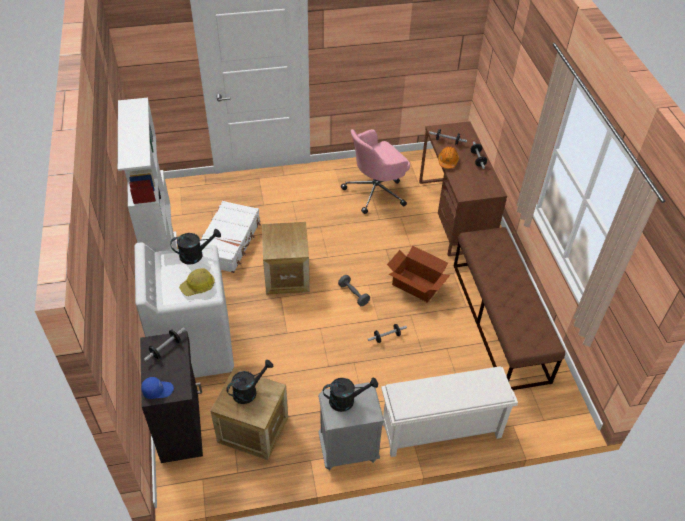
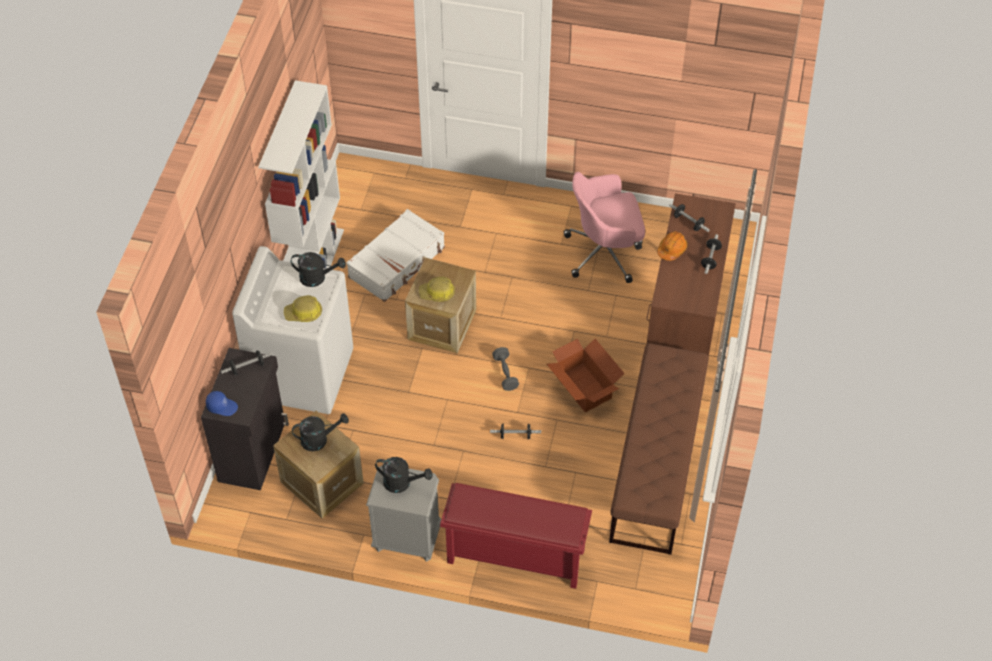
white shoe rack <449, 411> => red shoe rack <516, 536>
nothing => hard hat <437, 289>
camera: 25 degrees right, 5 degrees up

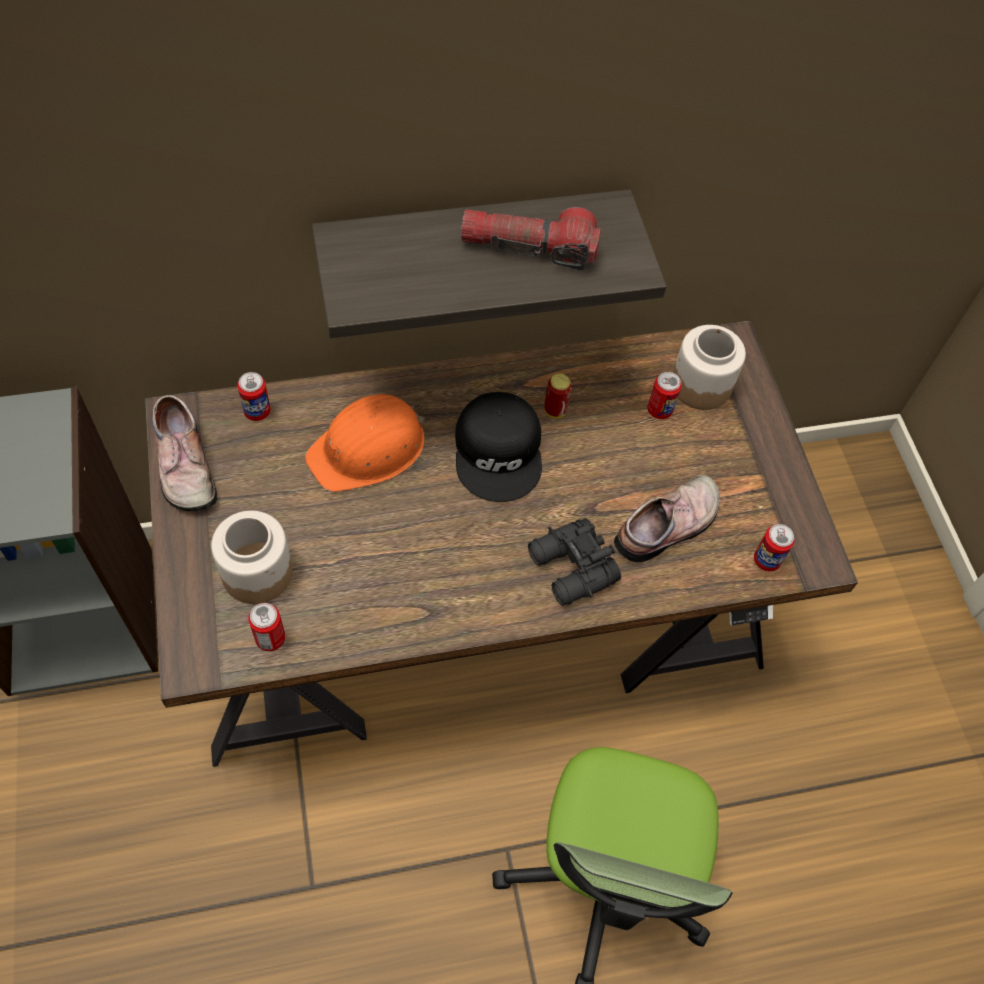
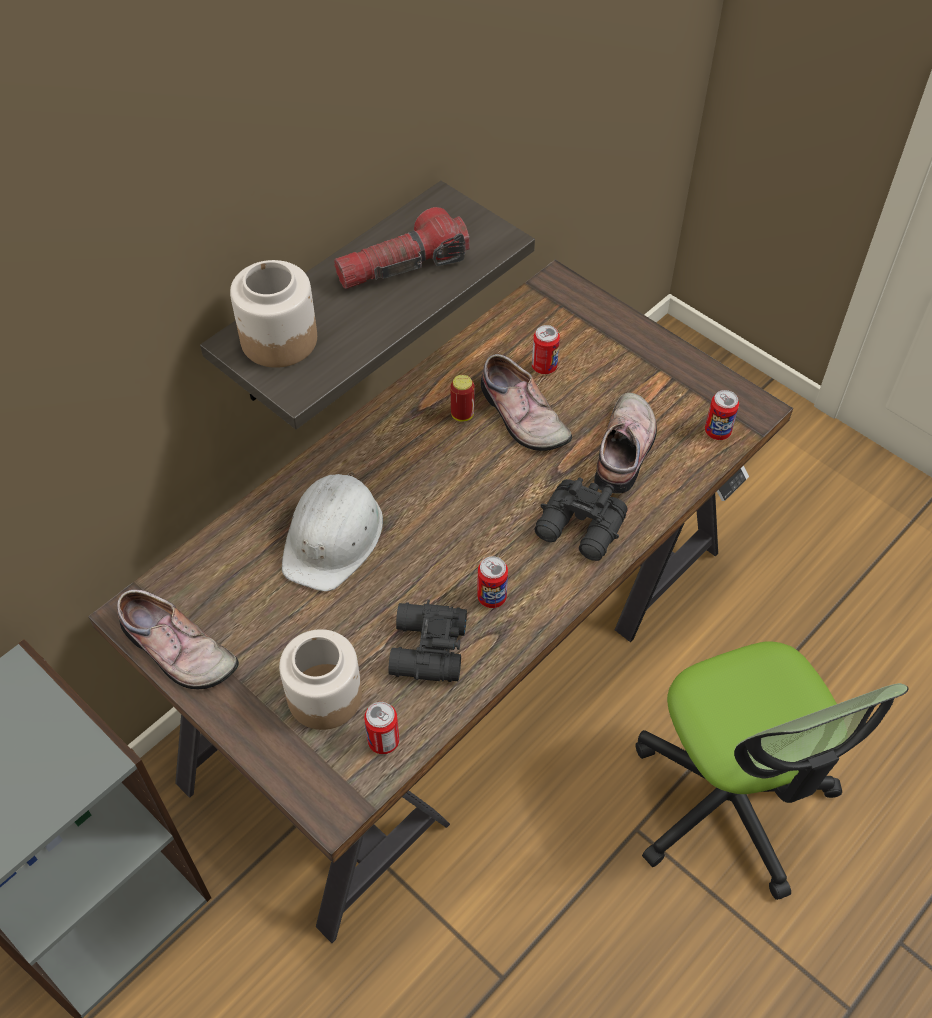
can <254, 396> => can <492, 582>, moved
orange hard hat <364, 443> => white hard hat <332, 531>
black cap <498, 447> => nothing
jar <709, 367> => jar <273, 314>, moved
nothing => black binoculars <427, 641>
nothing => shoe <526, 402>
camera: 30 degrees left, 5 degrees down

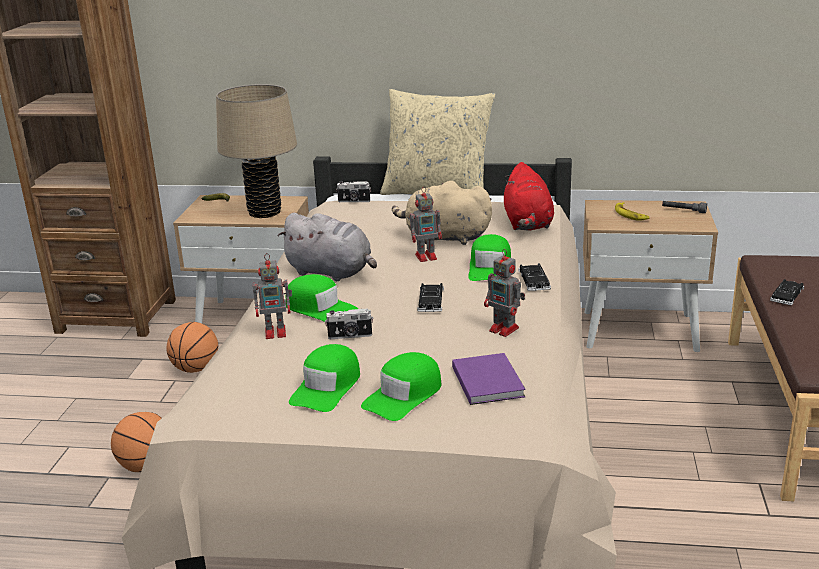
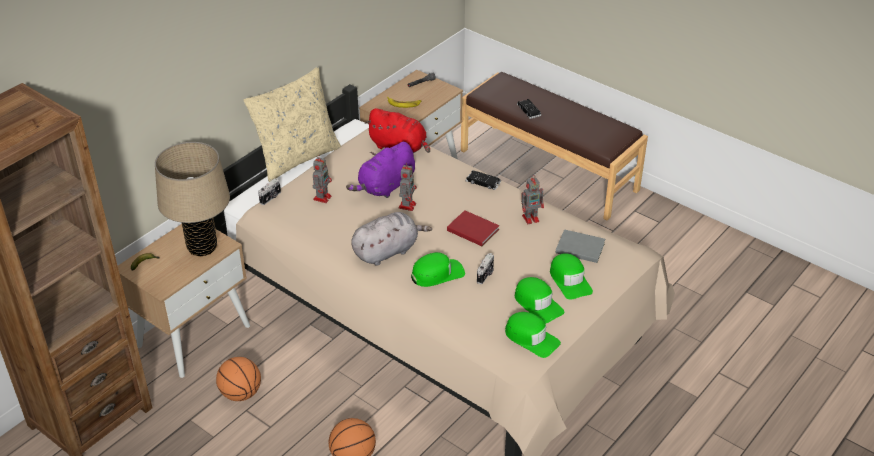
toy robot <272, 296> => toy robot <322, 179>, moved
beige plush toy <442, 213> => purple plush toy <380, 170>
black toy car <430, 297> => red book <473, 228>
purple book <489, 379> => grey book <580, 246>
green cap <489, 257> => green cap <533, 335>, moved
camera: 60 degrees left, 15 degrees up

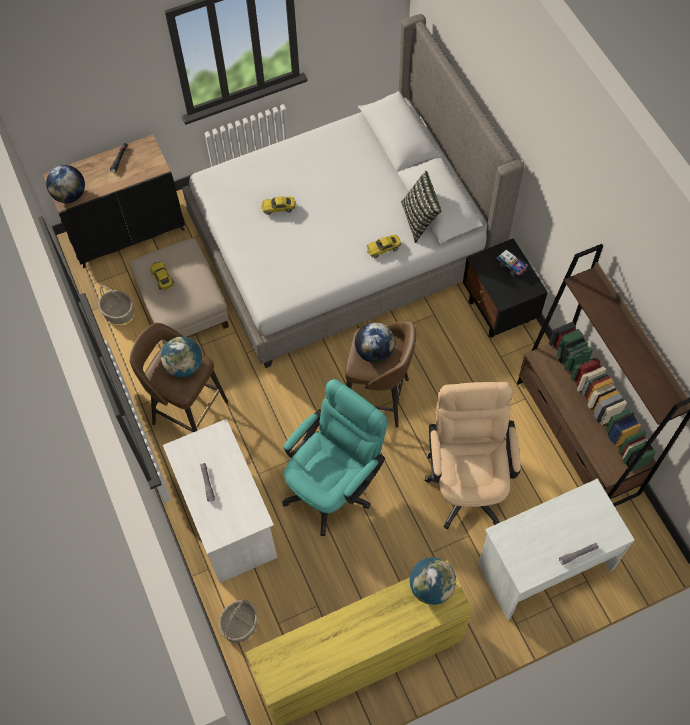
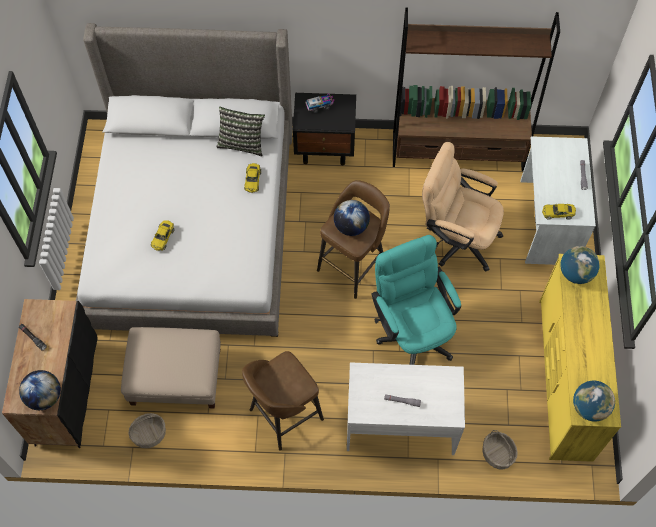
yellow toy car <162, 276> => yellow toy car <559, 211>, moved
globe <181, 357> => globe <594, 401>, moved
camera: 65 degrees left, 0 degrees up

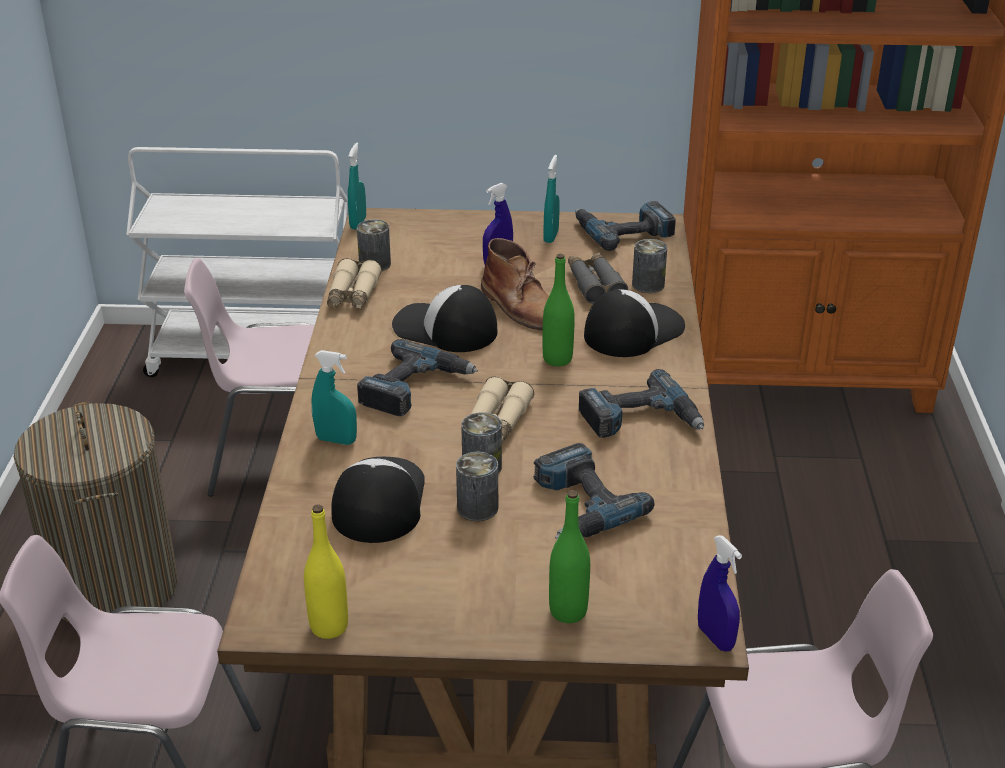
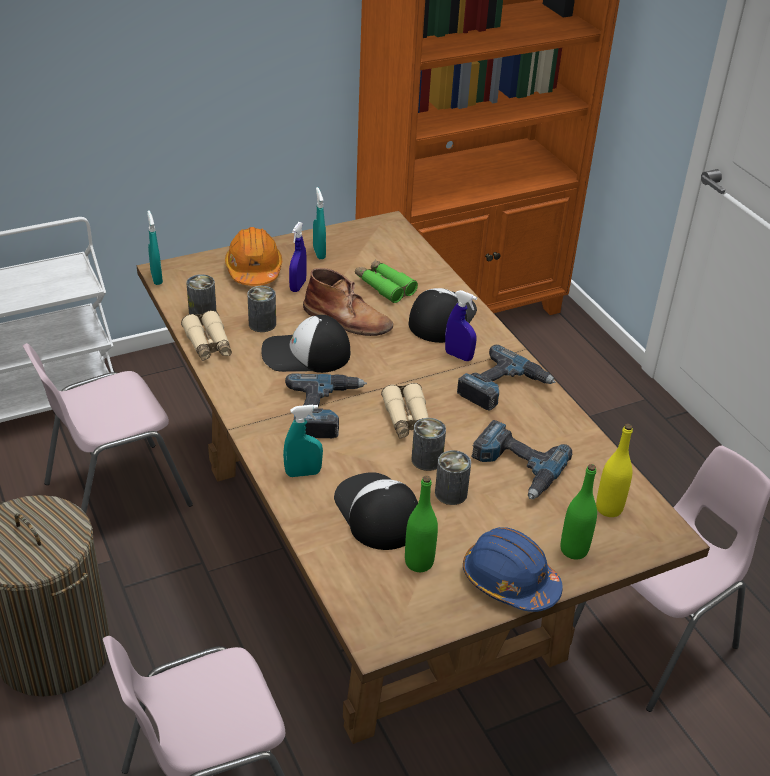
yellow bottle <326, 572> => yellow bottle <614, 470>, moved
green bottle <559, 310> => green bottle <421, 524>, moved
grey binoculars <598, 278> => green binoculars <386, 281>
power drill <625, 226> => nothing
can <649, 266> => can <261, 309>, moved
blue spray bottle <720, 593> => blue spray bottle <461, 325>, moved
nothing => orange hard hat <253, 256>
nothing => blue hard hat <513, 569>
camera: 30 degrees left, 5 degrees up

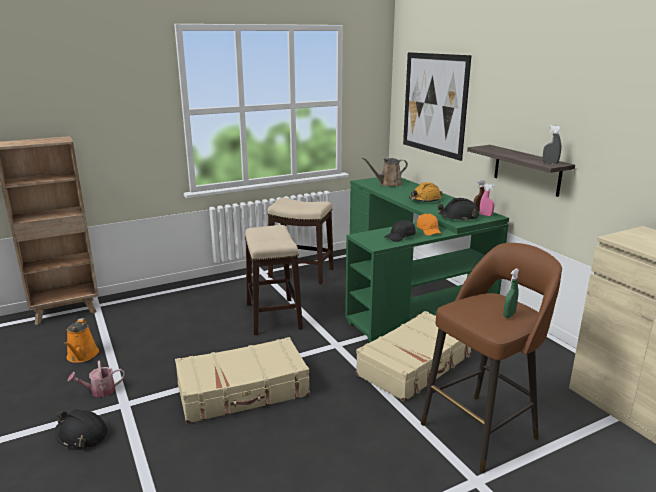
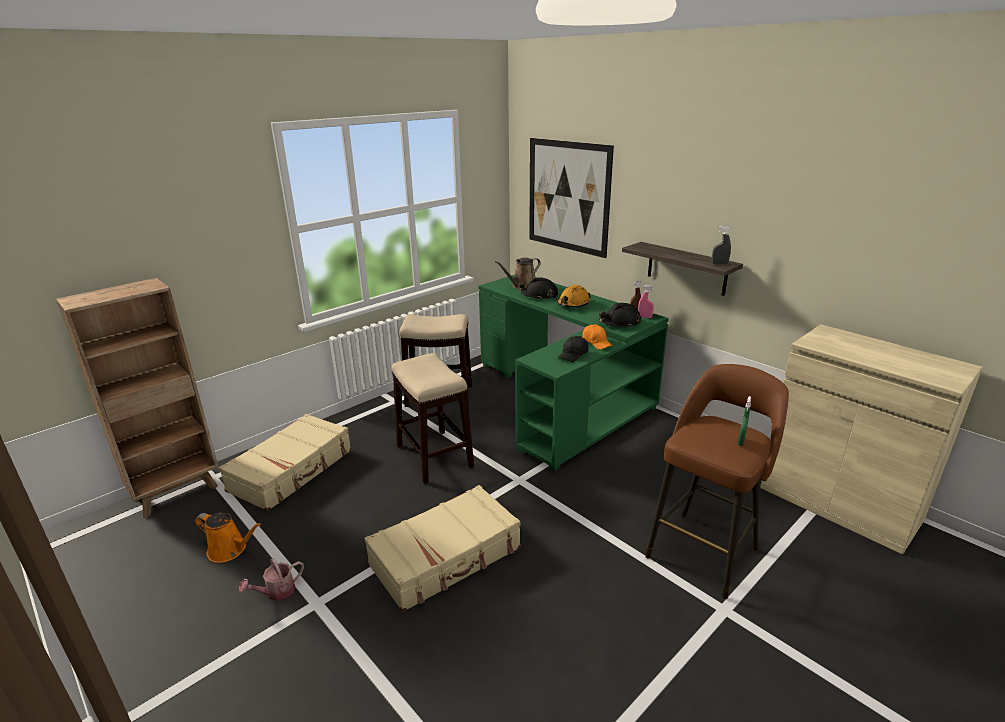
black hard hat <81, 428> => black hard hat <538, 288>, moved
orange watering can <81, 340> => orange watering can <228, 537>, 45 degrees counterclockwise
beige suitcase <413, 356> => beige suitcase <285, 462>, moved
camera: 15 degrees left, 5 degrees up

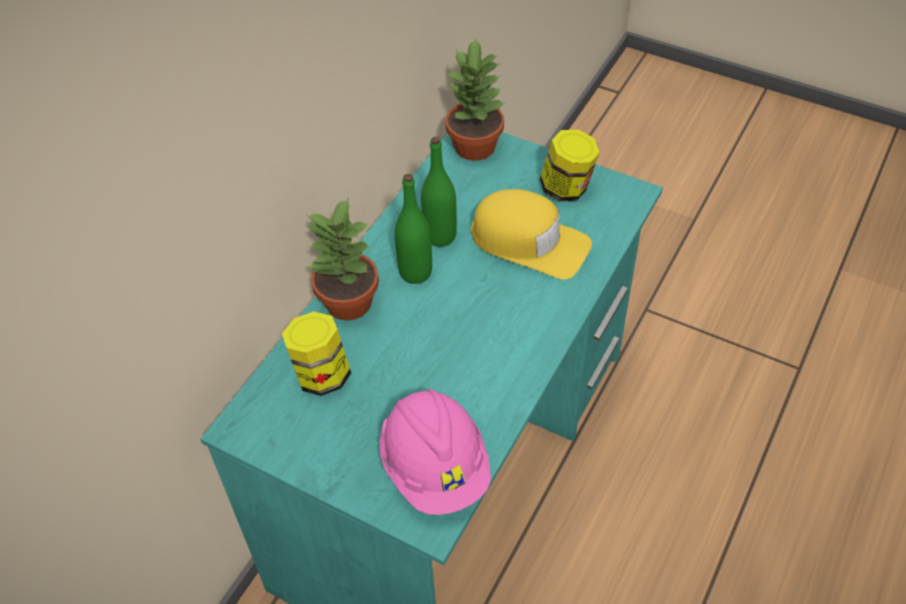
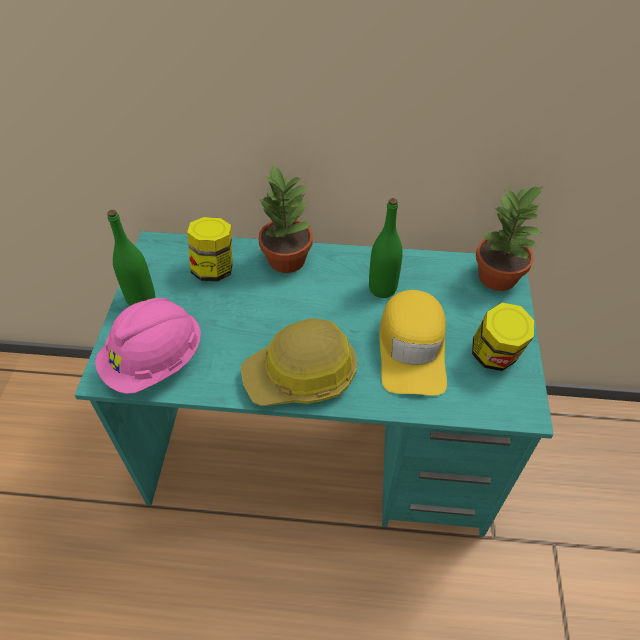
green bottle <413, 229> => green bottle <131, 258>, moved
nothing => hard hat <298, 362>
camera: 65 degrees right, 0 degrees up

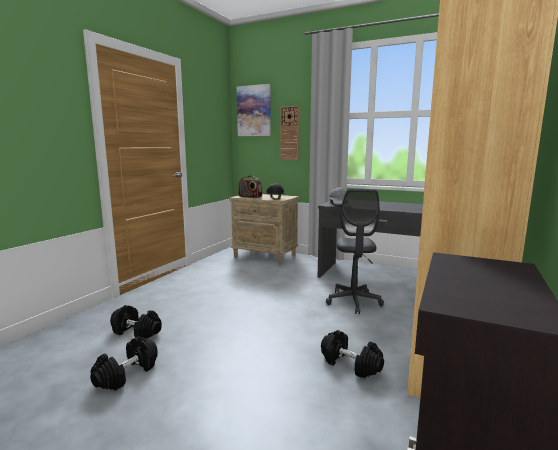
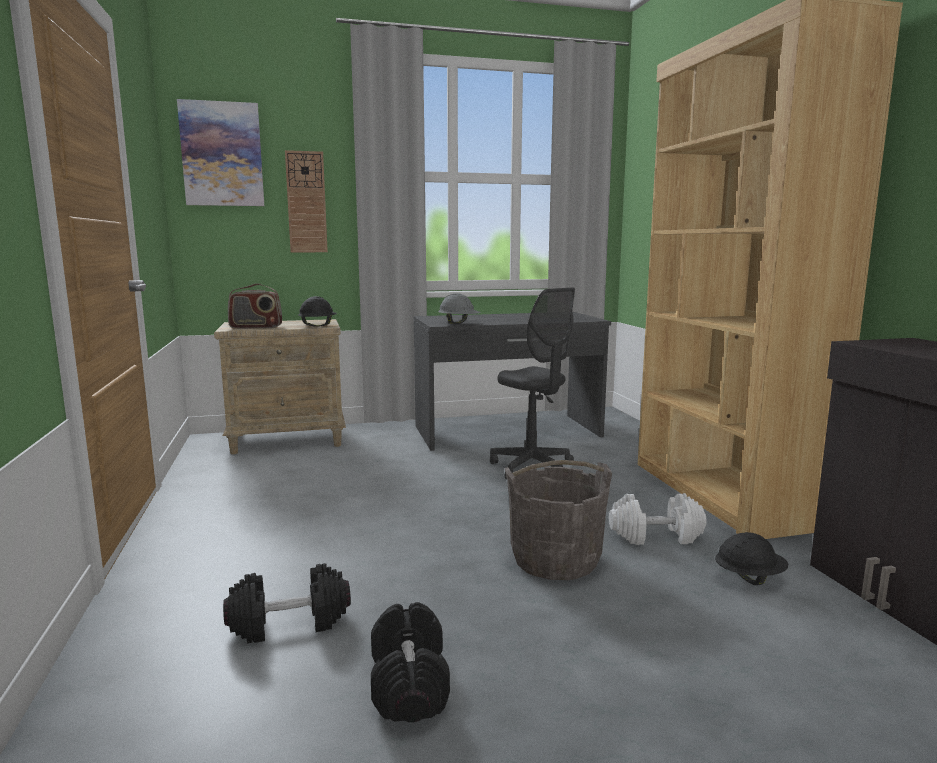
black dumbbell <352, 354> => white dumbbell <658, 519>
nothing => grey bucket <558, 520>
nothing => black hard hat <751, 558>
camera: 40 degrees left, 0 degrees up

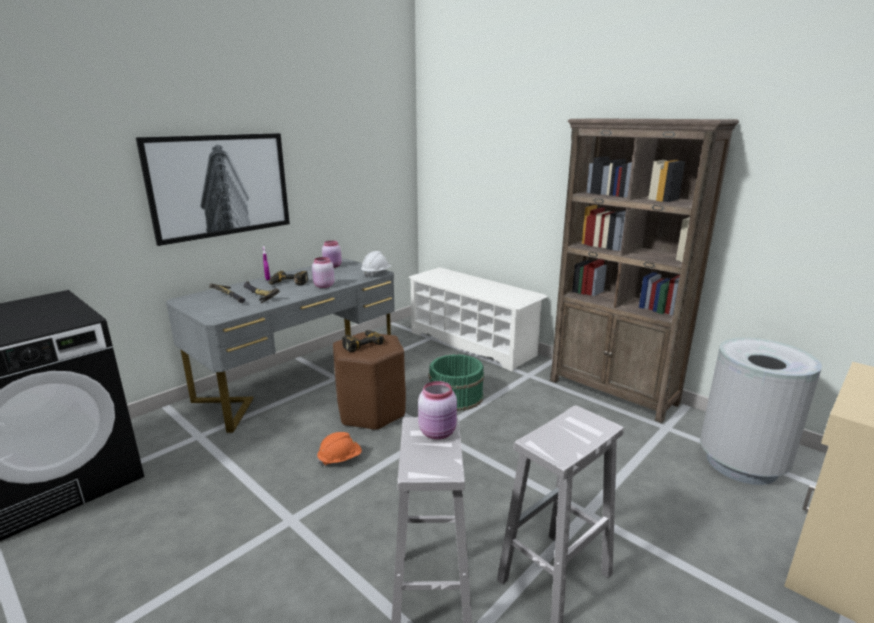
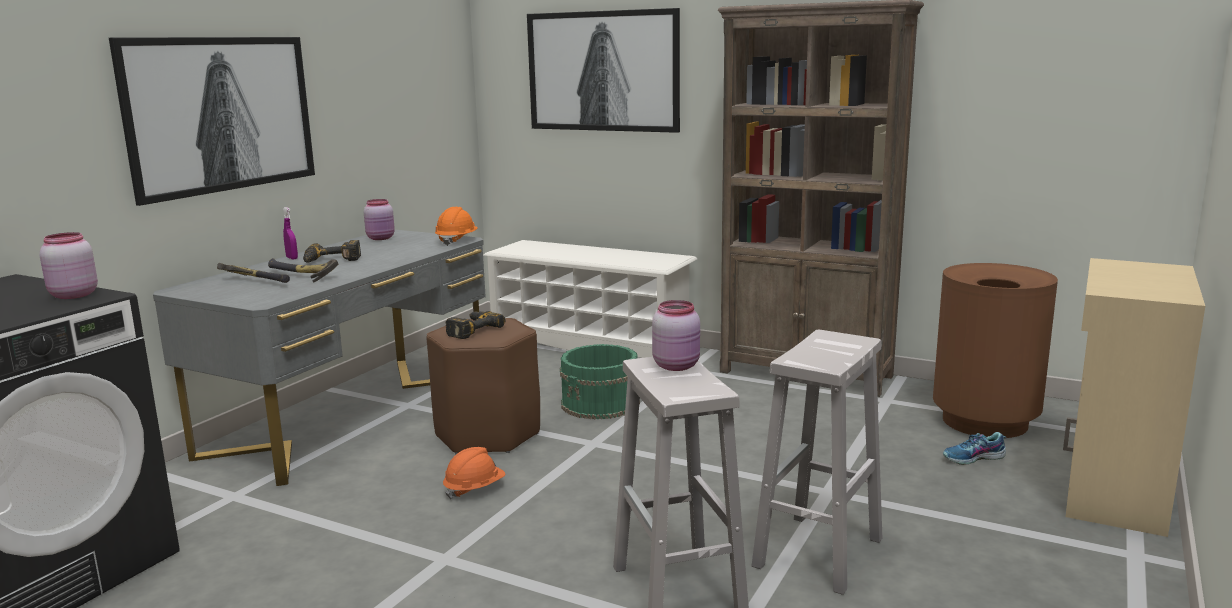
pink jar <323, 272> => pink jar <69, 265>, moved
white hard hat <376, 264> => orange hard hat <456, 226>
grey trash can <761, 411> => brown trash can <995, 350>
nothing => picture <603, 70>
nothing => shoe <975, 448>
camera: 15 degrees left, 5 degrees down

